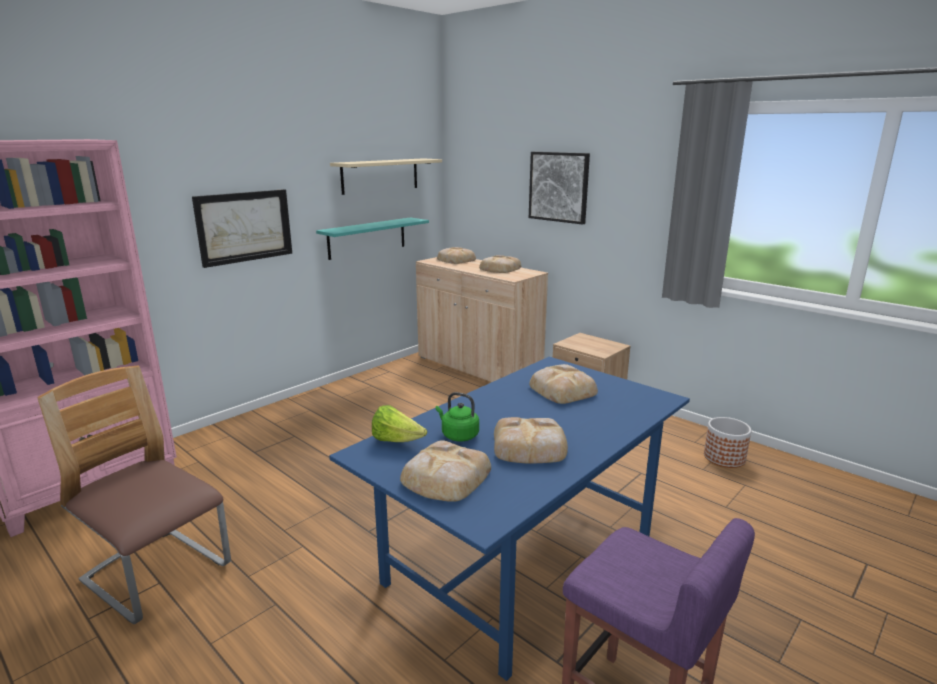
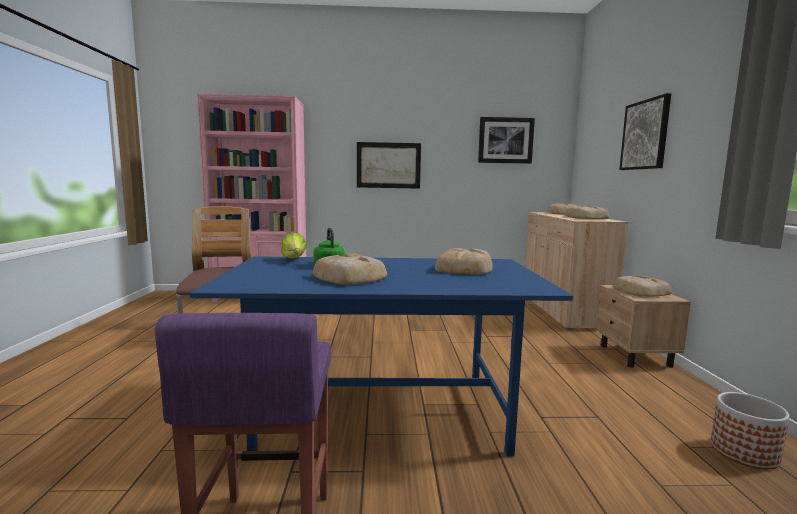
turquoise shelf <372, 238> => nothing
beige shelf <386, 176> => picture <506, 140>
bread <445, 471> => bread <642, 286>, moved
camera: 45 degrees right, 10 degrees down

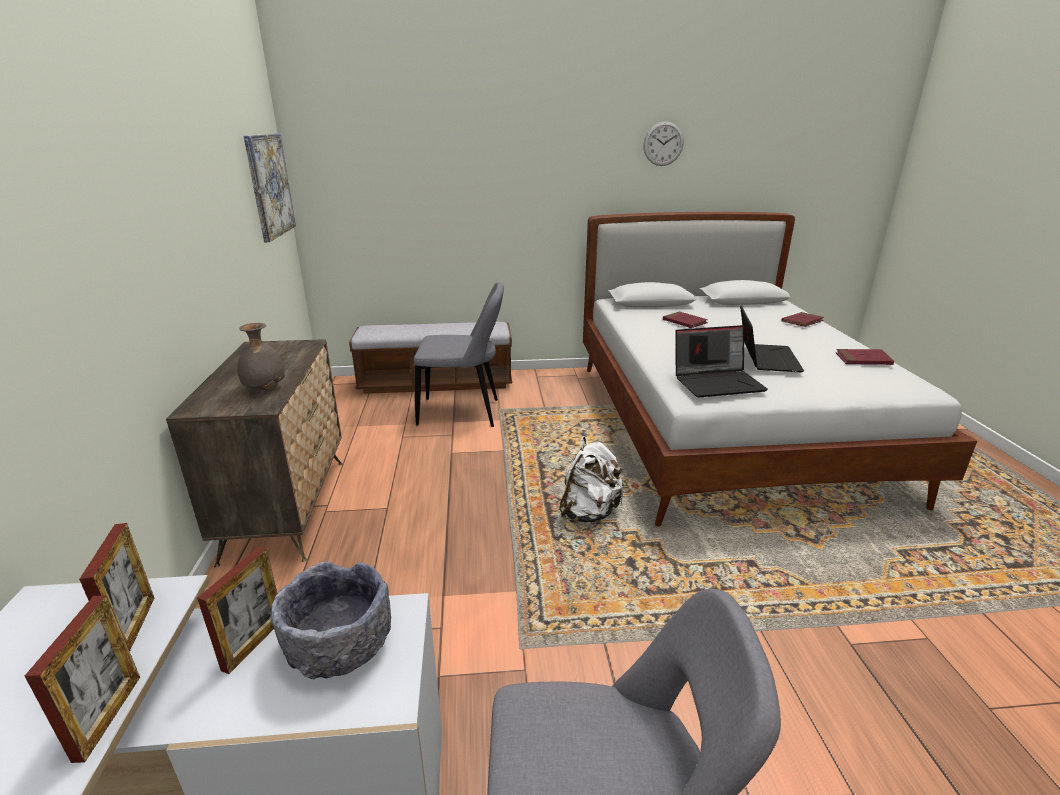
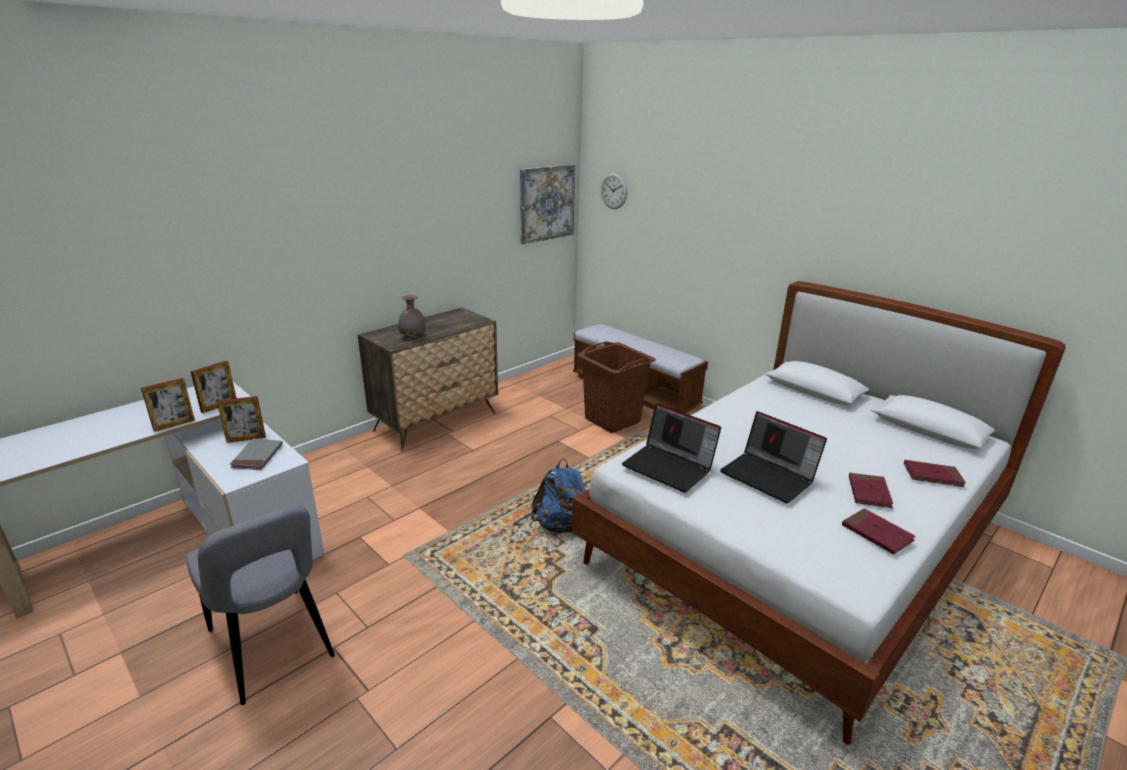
grey bowl <331, 620> => grey book <256, 454>
grey chair <459, 354> => brown laundry basket <616, 387>
white backpack <591, 479> => blue backpack <558, 496>
wall clock <663, 143> => wall clock <614, 191>, moved
red book <685, 319> => red book <871, 490>, moved
laptop <772, 338> => laptop <773, 457>, 75 degrees clockwise
camera: 50 degrees right, 0 degrees up

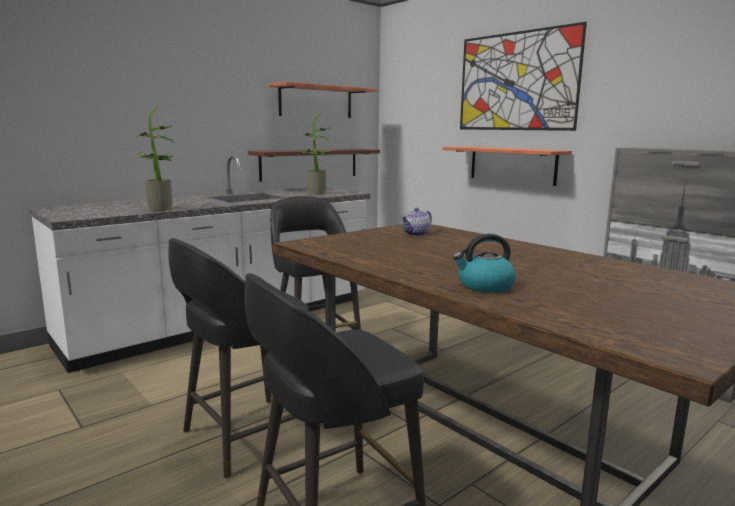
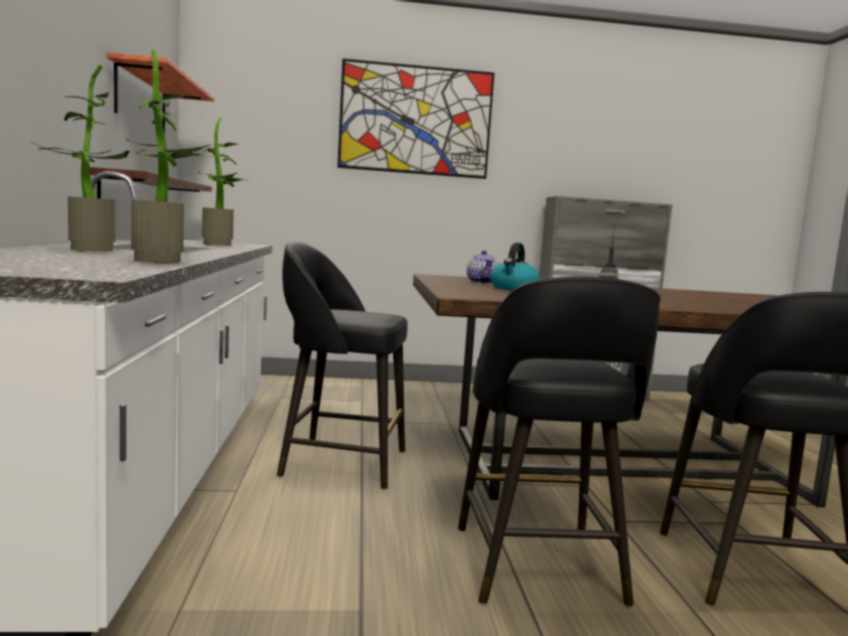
shelf <507, 166> => nothing
kettle <484, 263> => kettle <515, 267>, moved
nothing => potted plant <80, 158>
camera: 55 degrees left, 5 degrees down

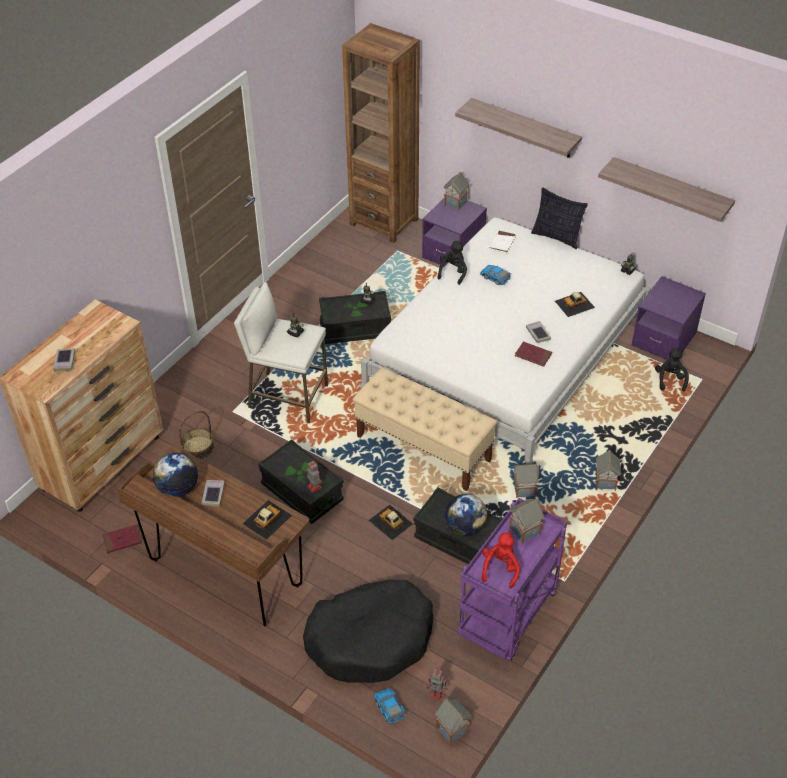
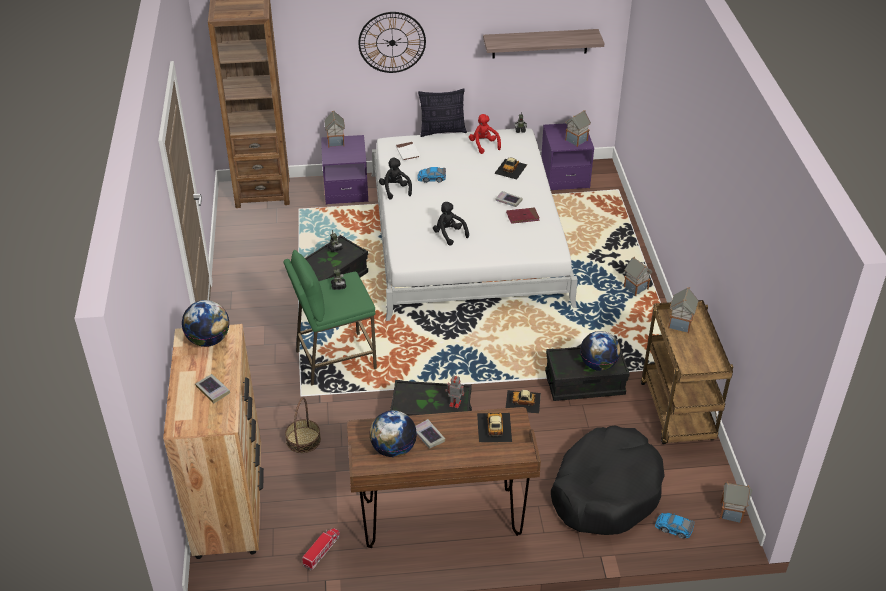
red book <122, 539> => toy truck <321, 549>
white stool <281, 352> => green stool <330, 318>
beige bench <425, 429> => nothing
toy robot <437, 684> => nothing
shelf <518, 128> => wall clock <392, 42>
purple cart <512, 579> => brown cart <687, 372>
red plush toy <501, 560> => red plush toy <485, 134>, moved
toy house <526, 481> => toy house <578, 128>, moved
black plush toy <672, 369> => black plush toy <451, 224>, moved
nothing => globe <205, 323>
camera: 40 degrees left, 5 degrees down

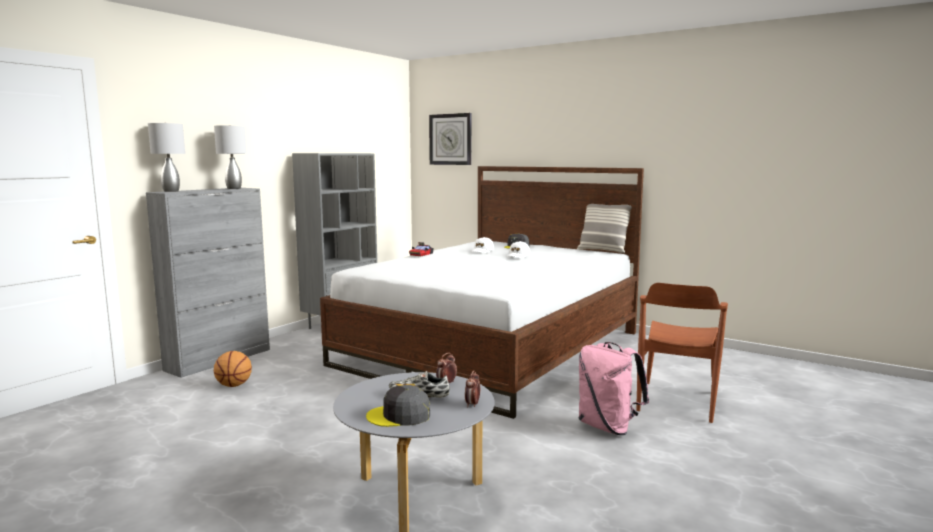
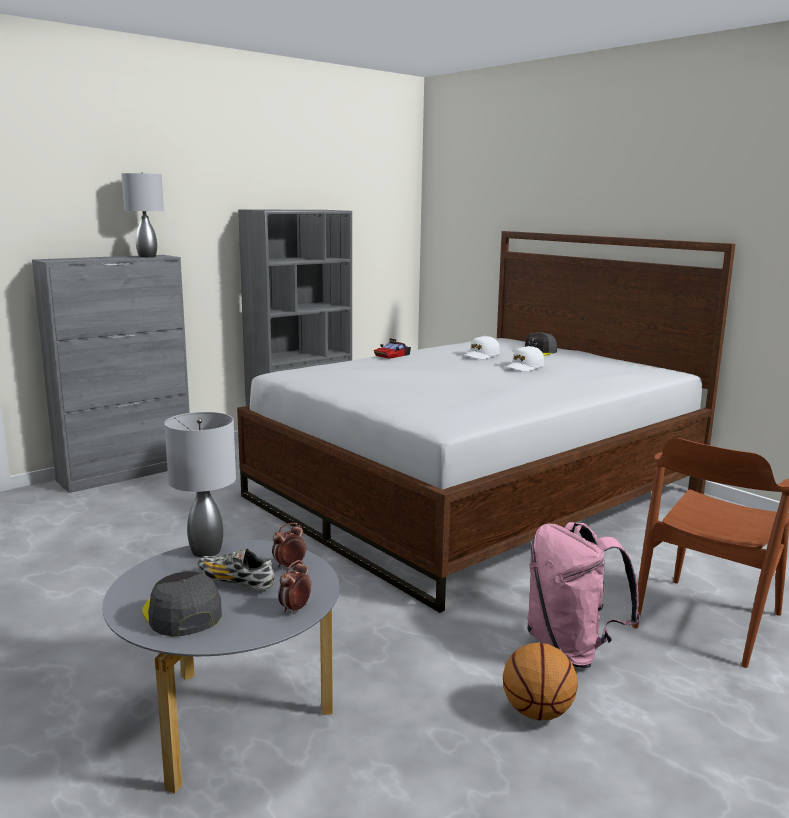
grey table lamp <166, 157> => grey table lamp <200, 484>, moved
basketball <233, 369> => basketball <540, 681>, moved
grey cap <398, 406> => grey cap <182, 604>, 45 degrees clockwise
wall clock <450, 139> => nothing
pillow <604, 228> => nothing
camera: 15 degrees right, 5 degrees up

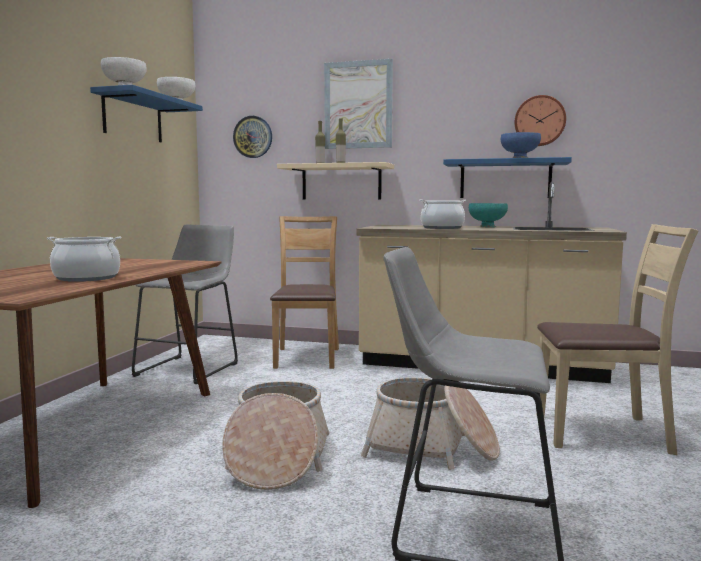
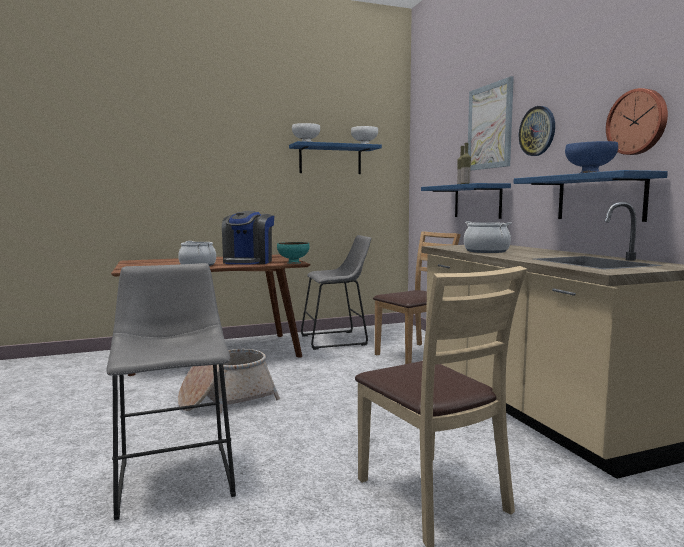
wall clock <252, 137> => wall clock <537, 131>, moved
beige shelf <335, 181> => blue shelf <466, 201>
basket <430, 423> => nothing
turquoise bowl <488, 215> => turquoise bowl <293, 253>, moved
nothing => coffee machine <248, 237>
camera: 55 degrees right, 0 degrees up

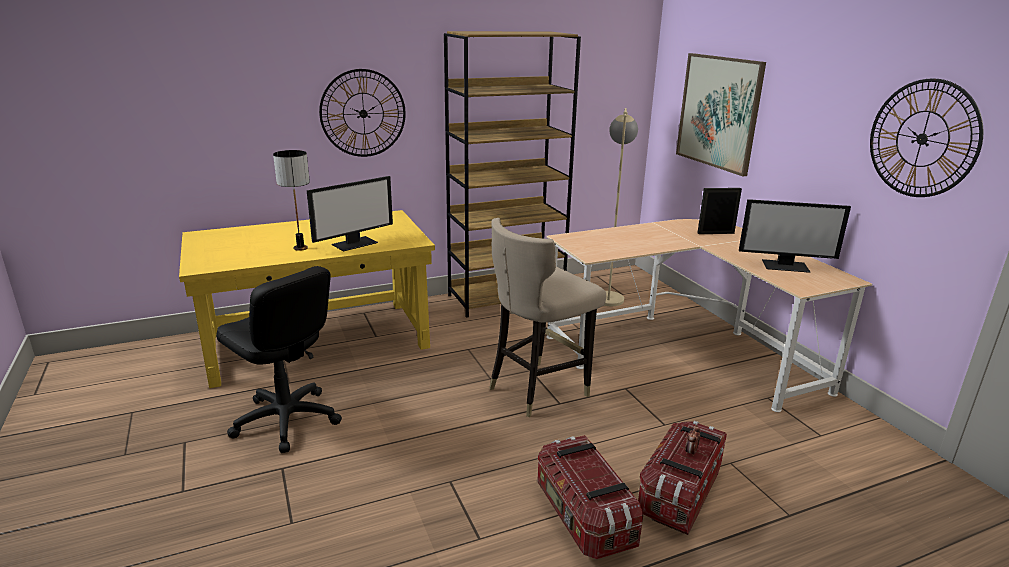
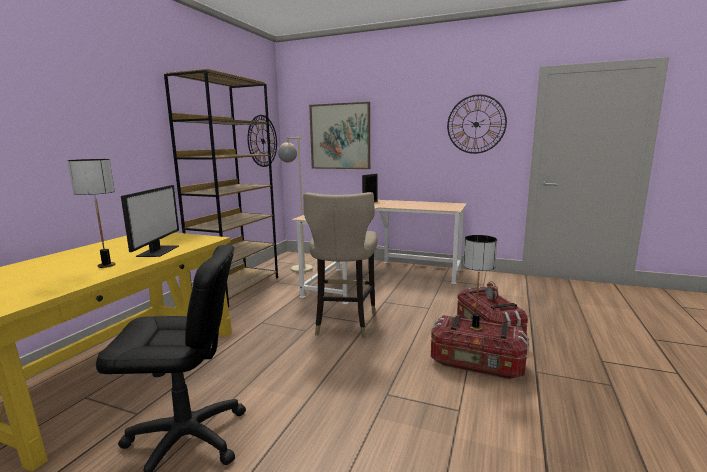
wall clock <362, 113> => wall clock <262, 141>, moved
monitor <795, 236> => nothing
nothing => table lamp <480, 283>
camera: 45 degrees left, 10 degrees down

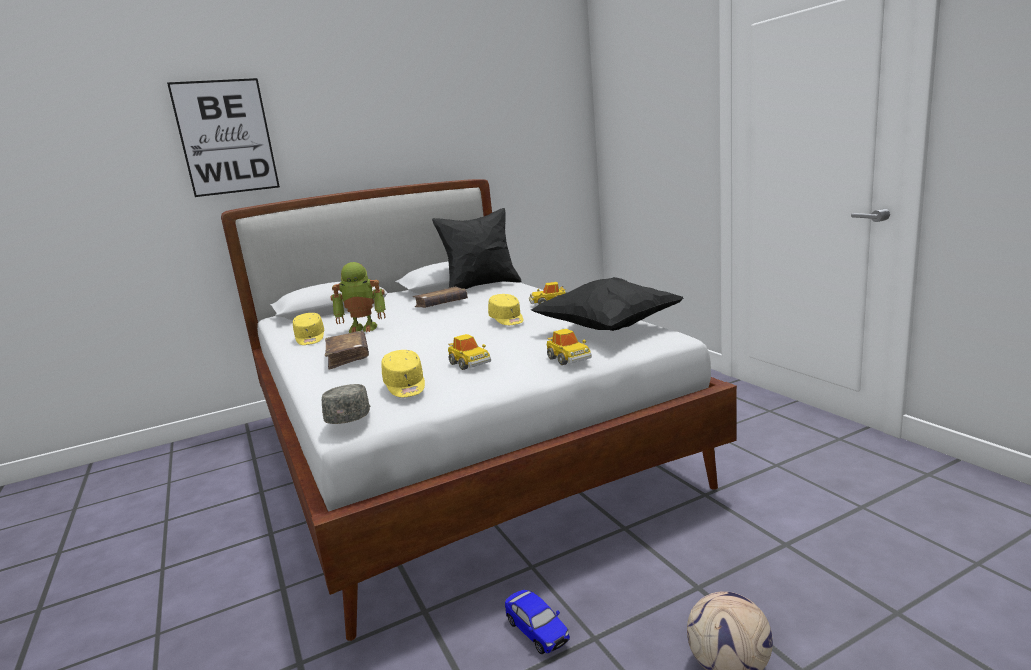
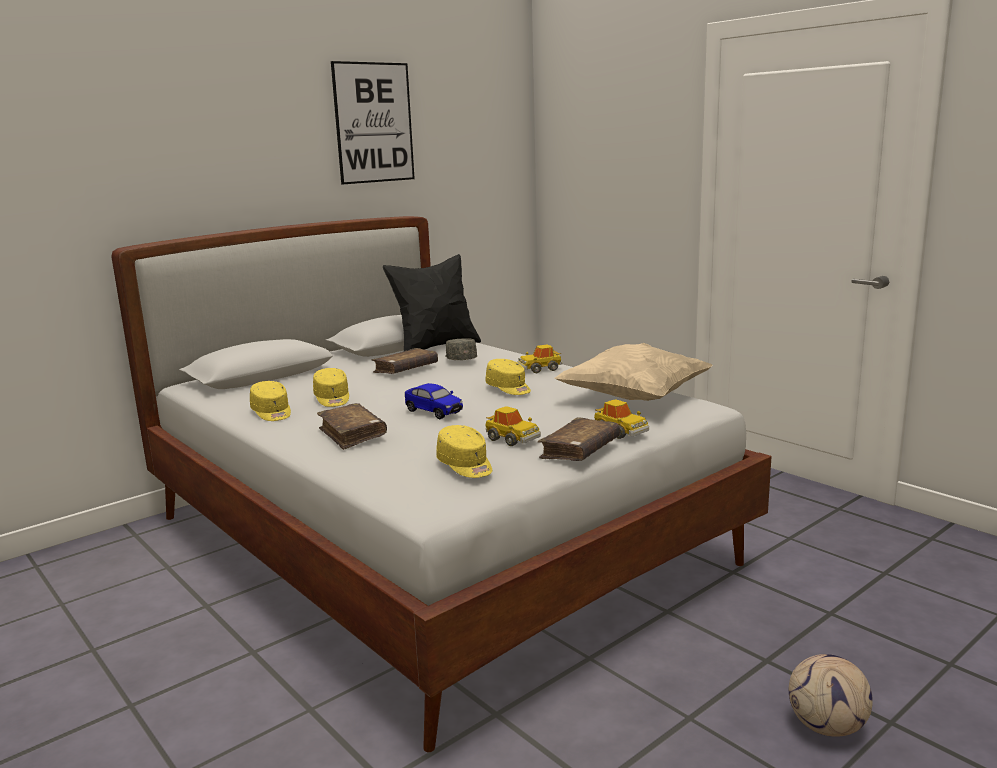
picture <223, 137> => picture <373, 123>, moved
grey cap <346, 404> => grey cap <461, 349>, moved
toy robot <358, 297> => yellow cap <331, 387>
toy car <537, 622> => toy car <434, 401>, moved
black pillow <607, 304> => beige pillow <633, 372>
nothing => brown book <579, 439>
camera: 15 degrees left, 0 degrees up

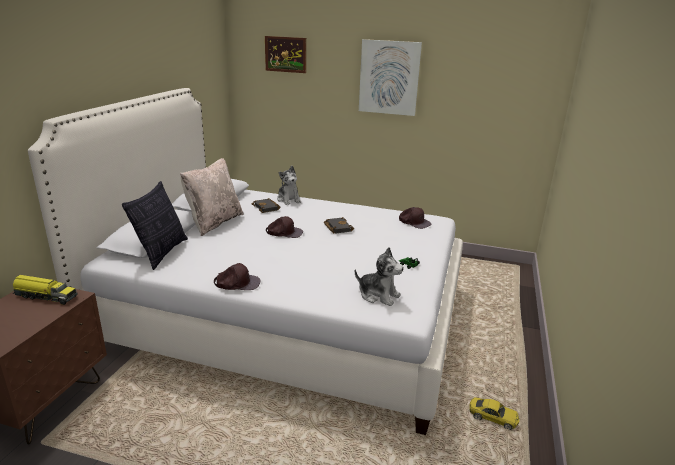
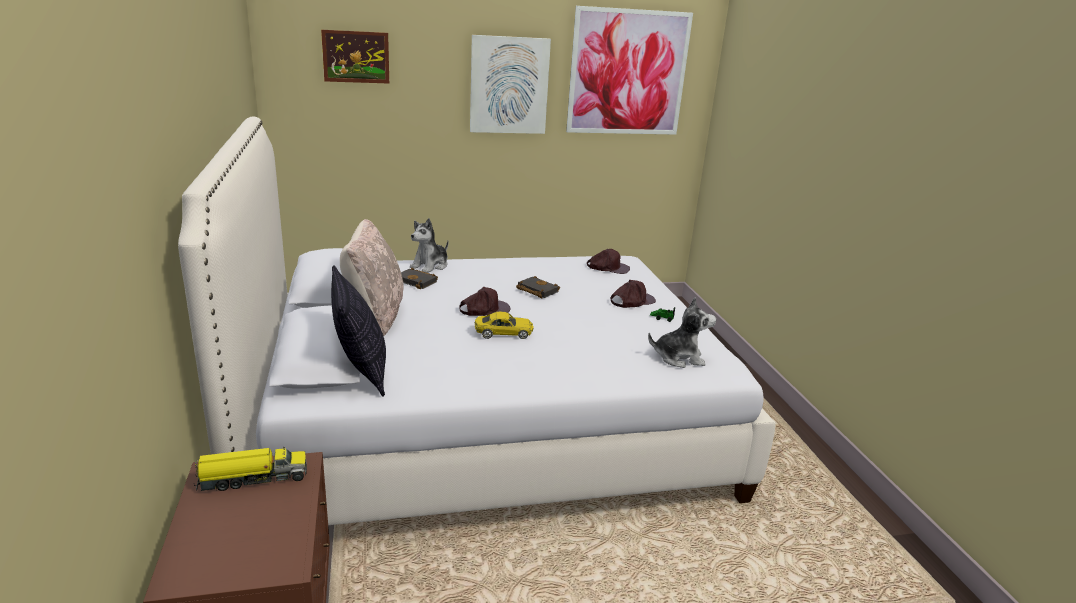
brown cap <237, 276> => brown cap <633, 294>, moved
plush toy <289, 185> => plush toy <429, 245>, 90 degrees clockwise
yellow toy car <494, 413> => yellow toy car <504, 325>, moved
nothing => picture <629, 70>
camera: 30 degrees left, 0 degrees up

